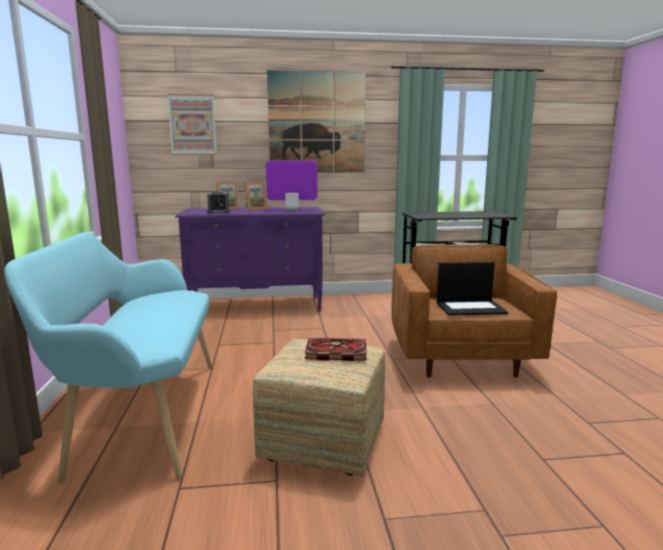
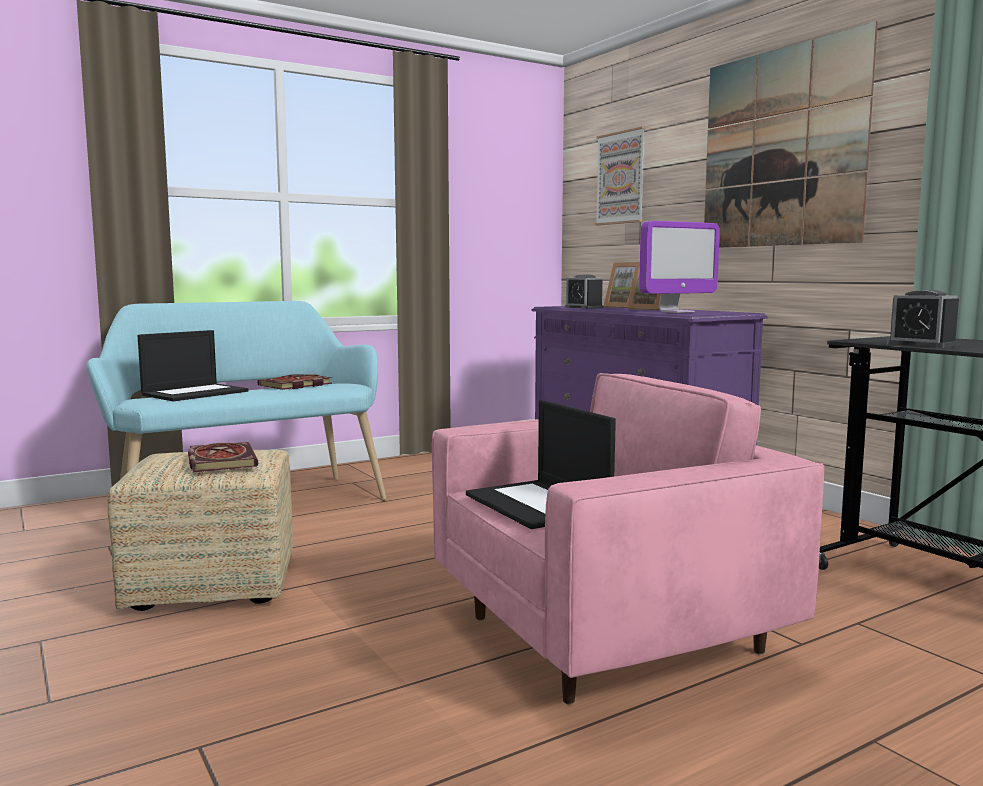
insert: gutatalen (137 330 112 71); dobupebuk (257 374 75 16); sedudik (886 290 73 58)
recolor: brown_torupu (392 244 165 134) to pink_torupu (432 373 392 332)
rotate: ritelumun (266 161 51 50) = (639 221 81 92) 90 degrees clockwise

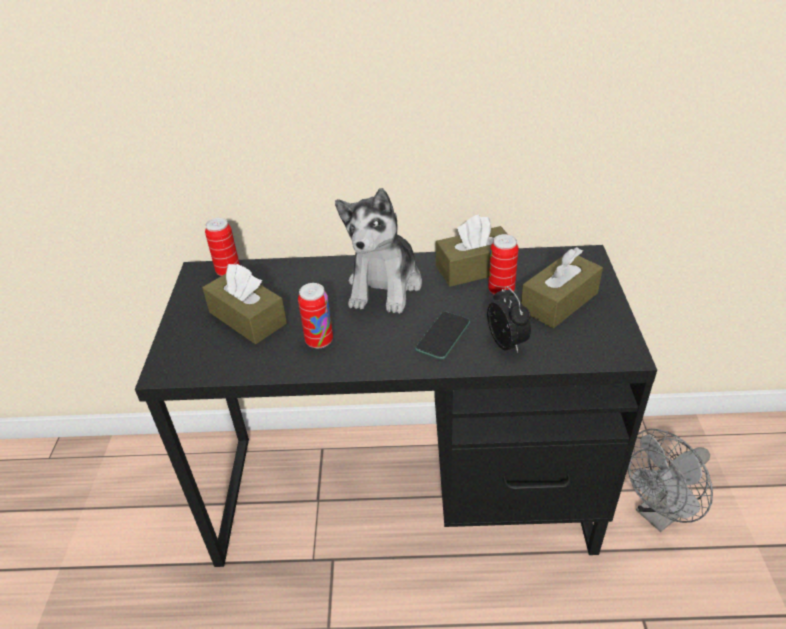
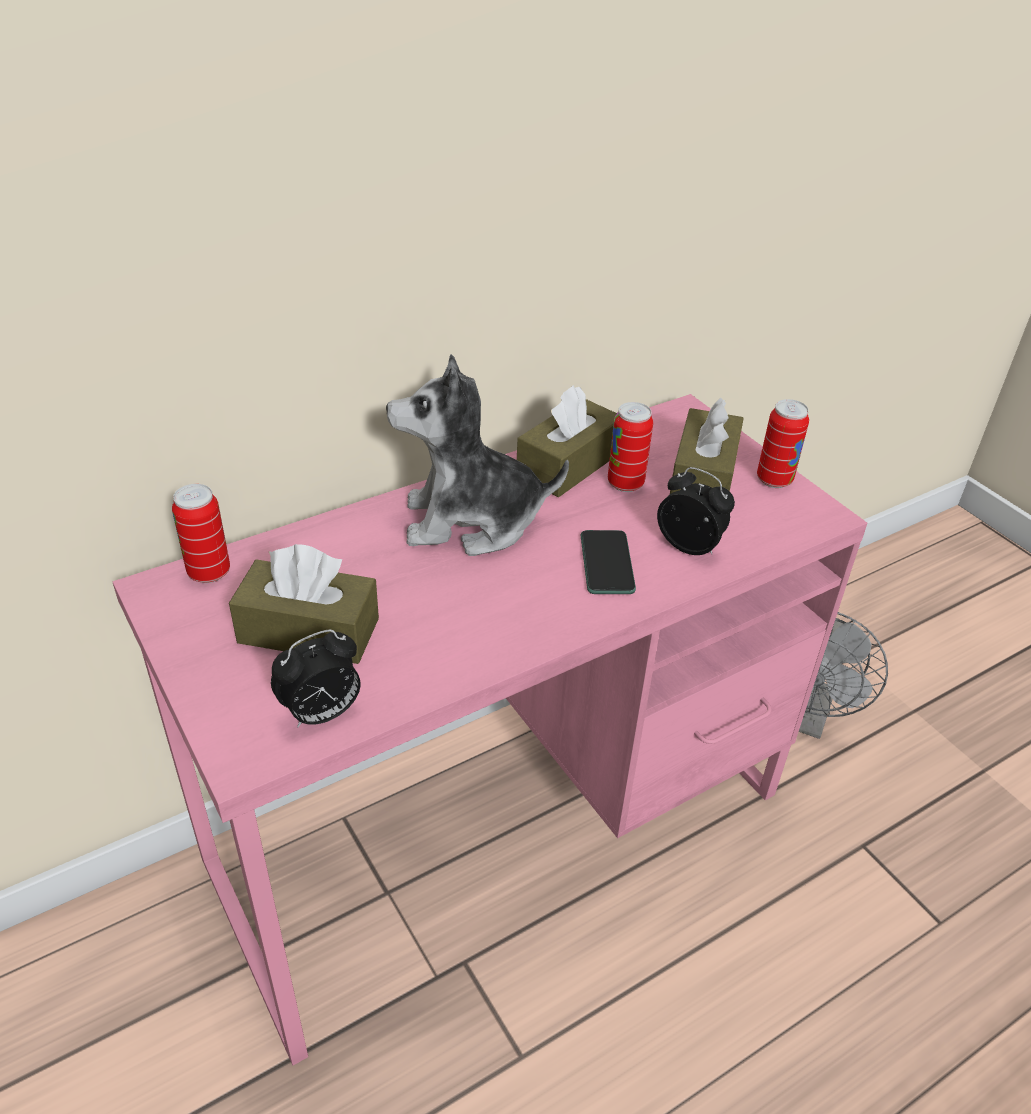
insert: sedudik (271 630 90 98)
move: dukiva (298 283 35 65) to (757 399 52 89)
recolor: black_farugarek (135 245 522 322) to pink_farugarek (113 394 754 671)
rotate: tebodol (335 188 87 126) = (386 354 183 202) 105 degrees clockwise

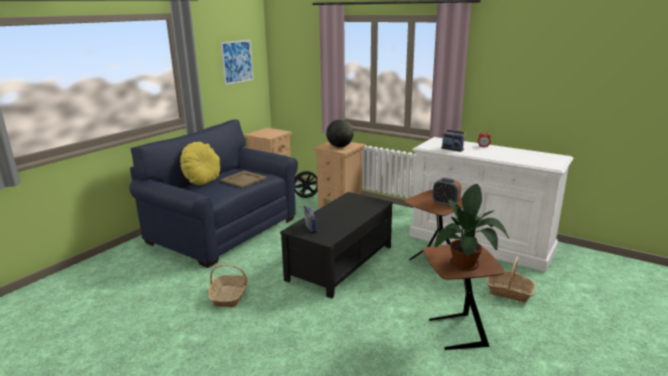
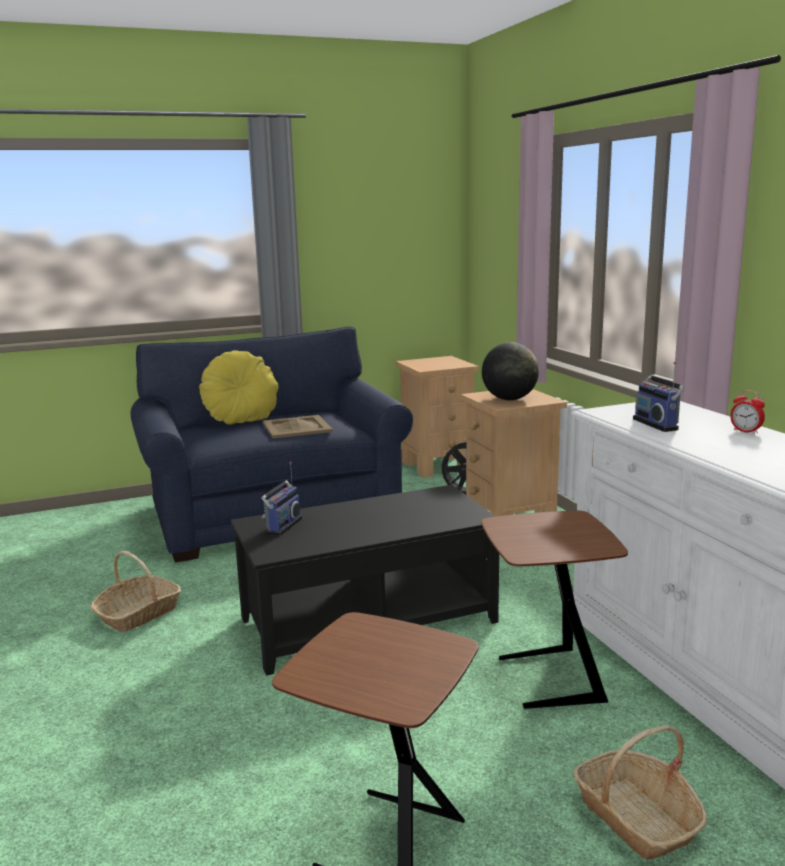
delete: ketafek (221 40 33 45); sedudik (433 178 28 29); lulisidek (435 184 74 87)

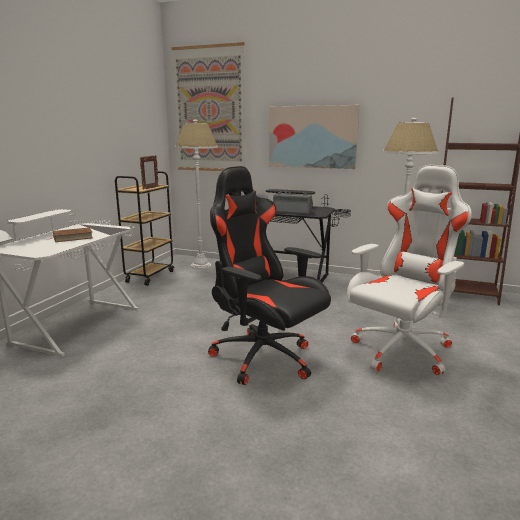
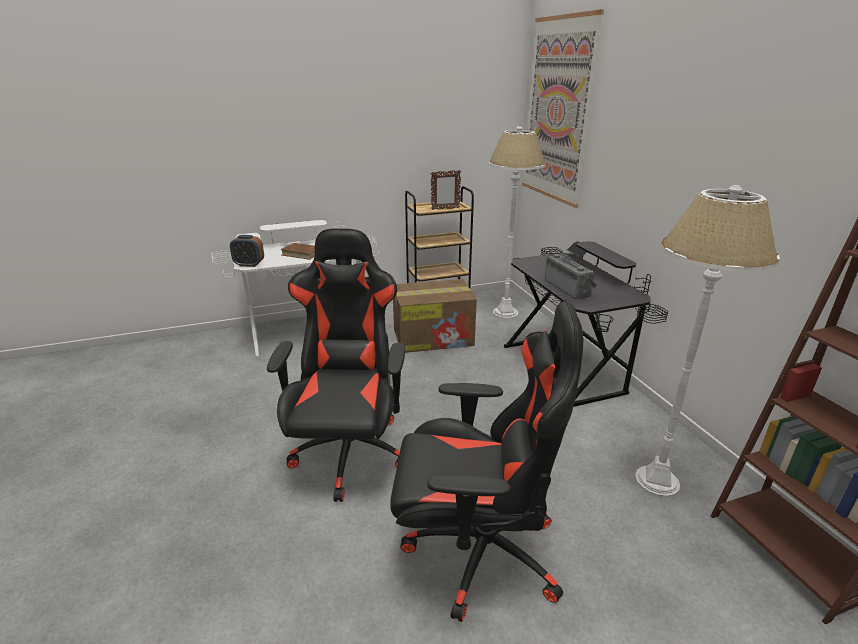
delete: ketafek (269 105 91 64)
insert: sedudik (230 235 34 32); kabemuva (393 279 84 74)
recolor: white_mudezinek (347 165 125 210) to black_mudezinek (390 299 193 323)

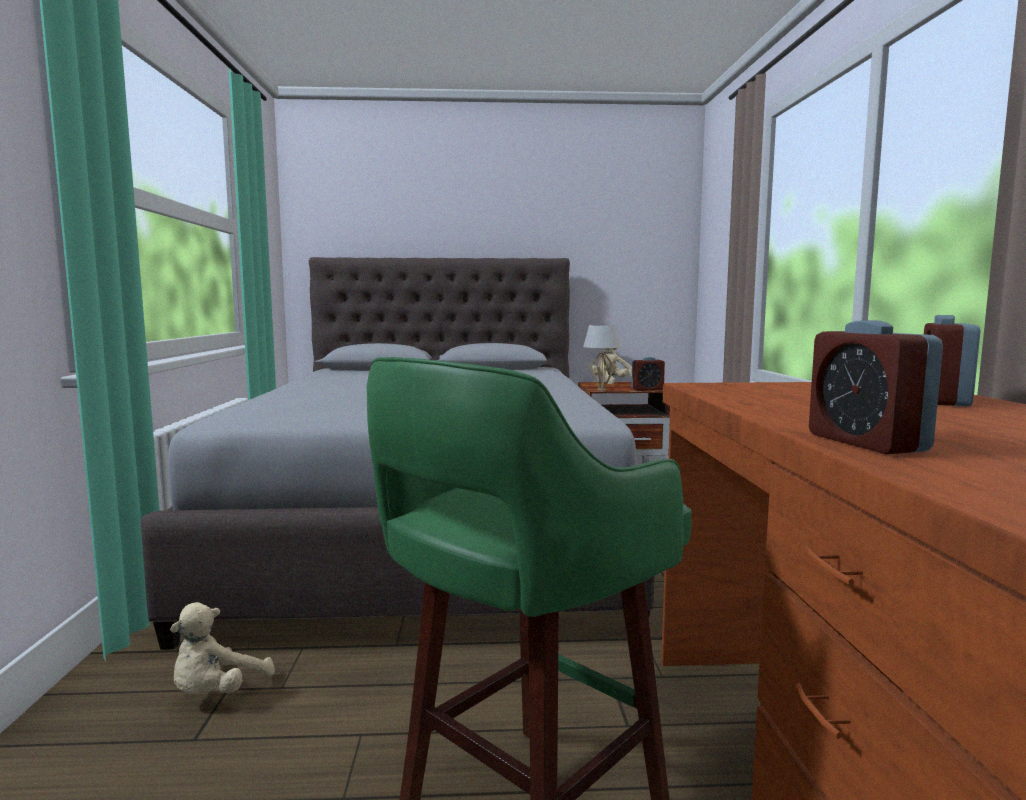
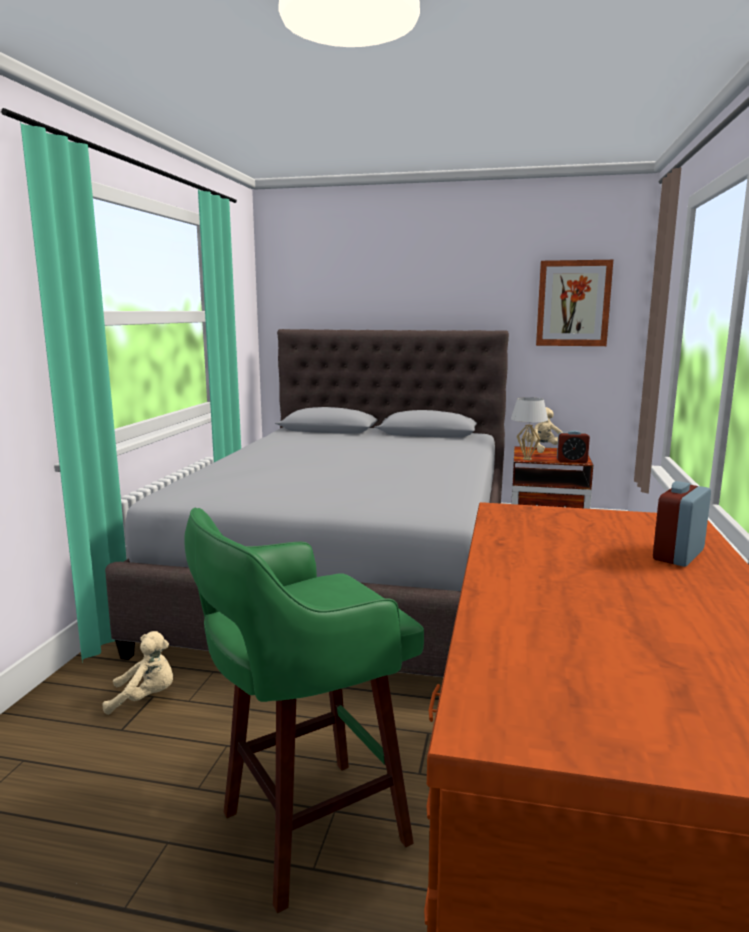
delete: sedudik (809 320 134 134)
insert: ketafek (536 260 77 86)
rotate: beige_tebodol (170 602 105 92) = (102 631 71 84) 135 degrees counterclockwise

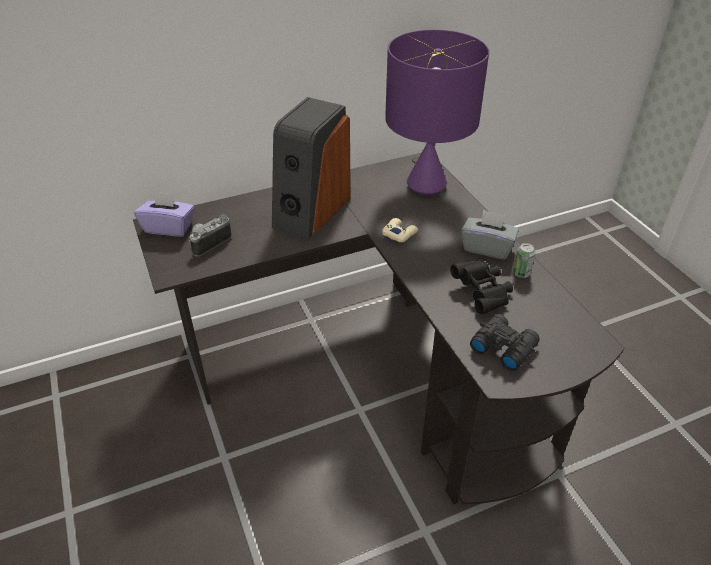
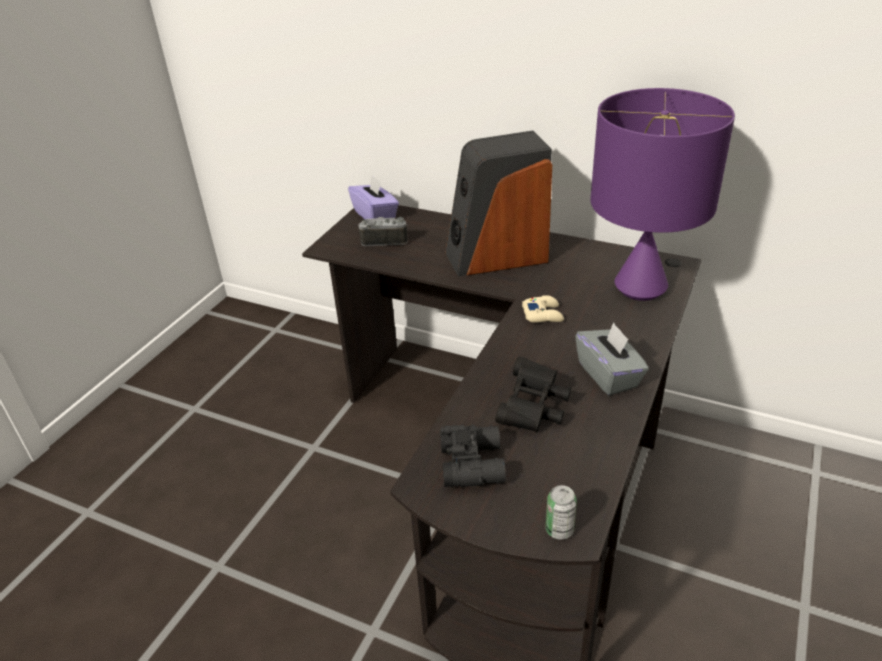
move: dukiva (513 243 23 35) to (546 485 31 55)

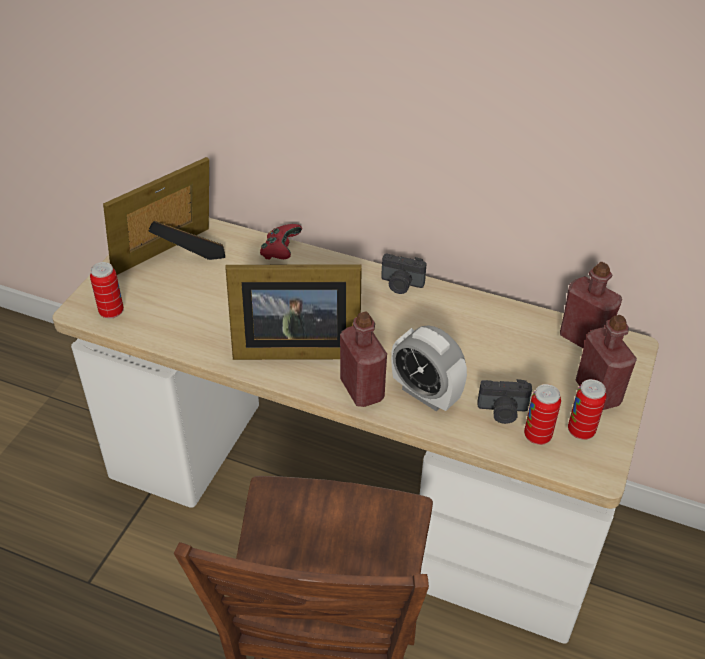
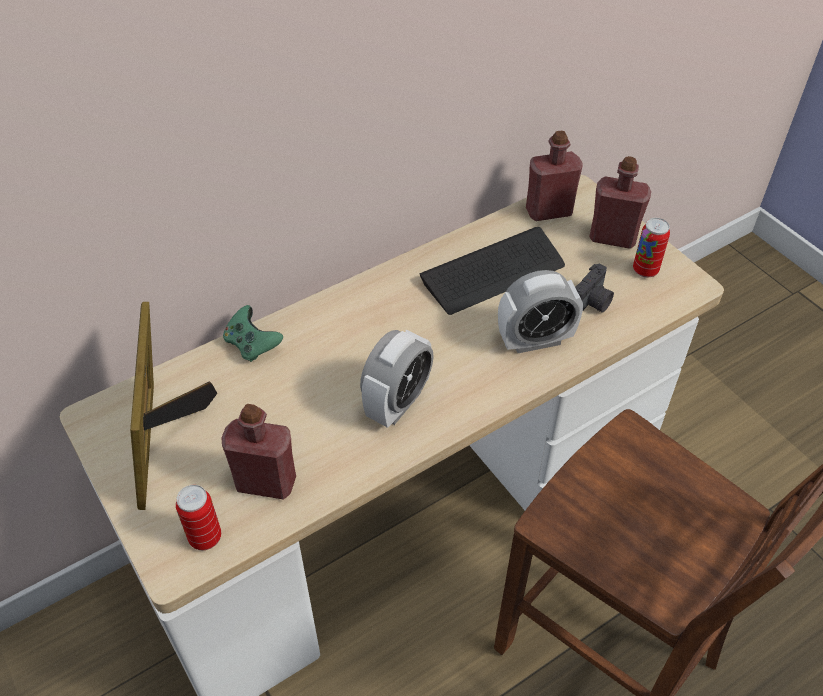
delete: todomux (381 254 46 40); dukiva (524 384 37 61)
insert: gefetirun (420 227 145 88)
move: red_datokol (340 311 47 96) to (221 404 75 96)
replace: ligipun (225 264 137 96) to sedudik (360 329 74 99)
recolor: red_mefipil (260 224 42 36) to green_mefipil (223 305 60 57)

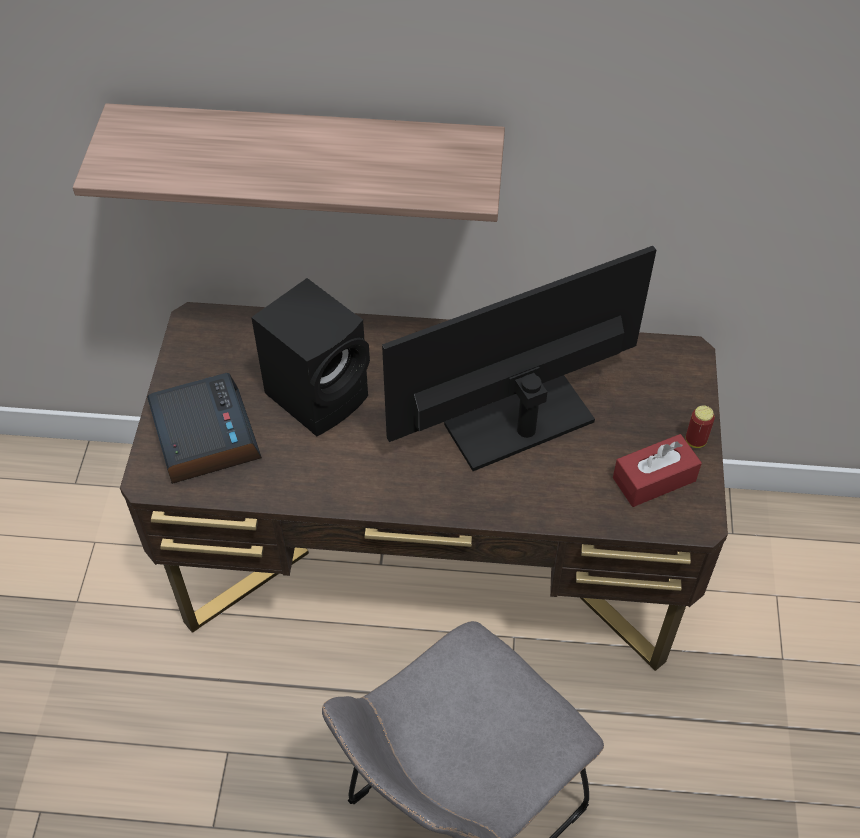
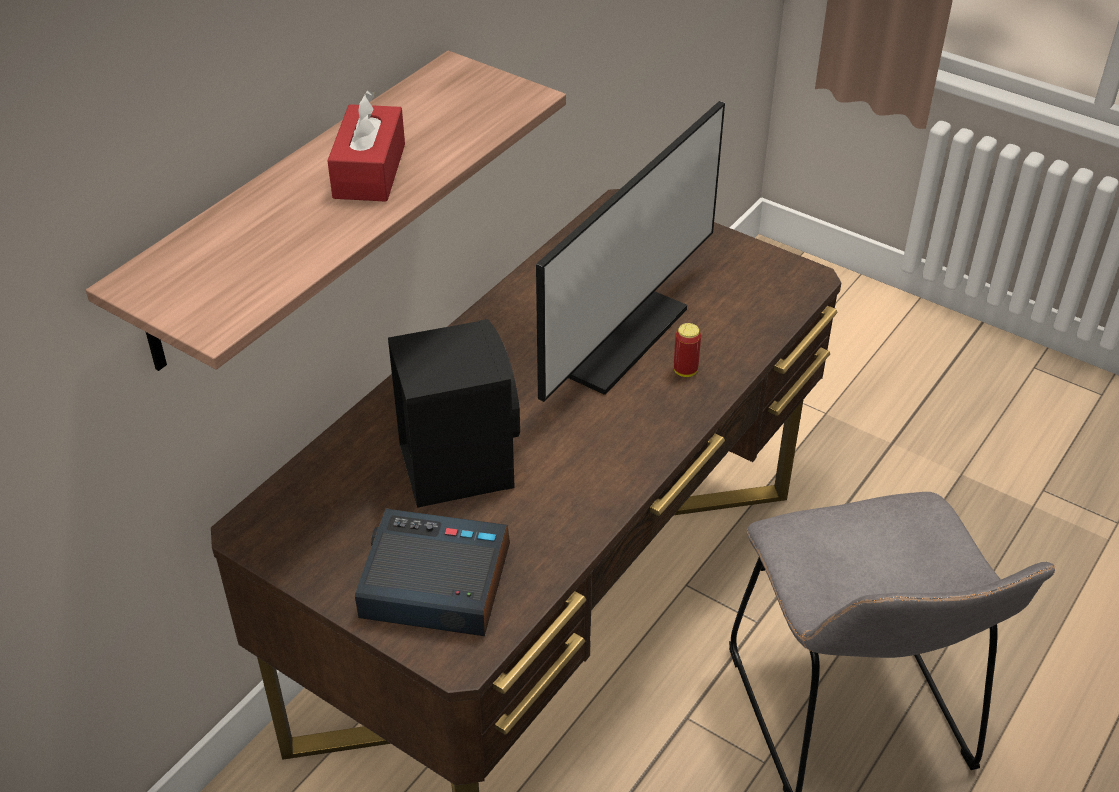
move: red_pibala (613 434 89 73) to (327 90 78 112); dukiva (686 405 29 43) to (674 323 27 54)
rotate: ritelumun (382 246 275 225) = (536 101 189 301) 150 degrees counterclockwise

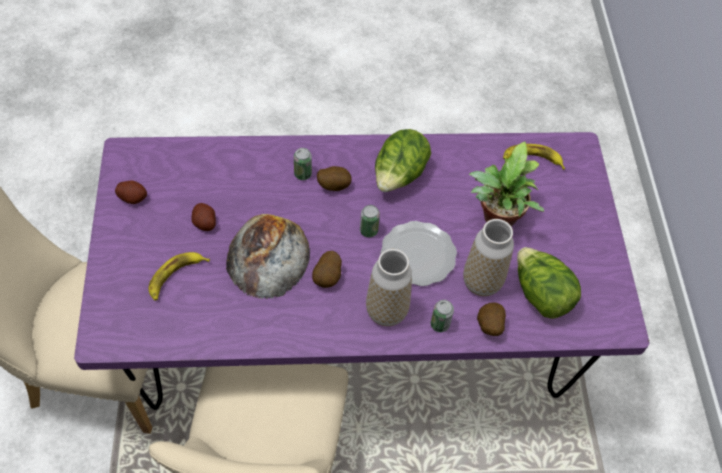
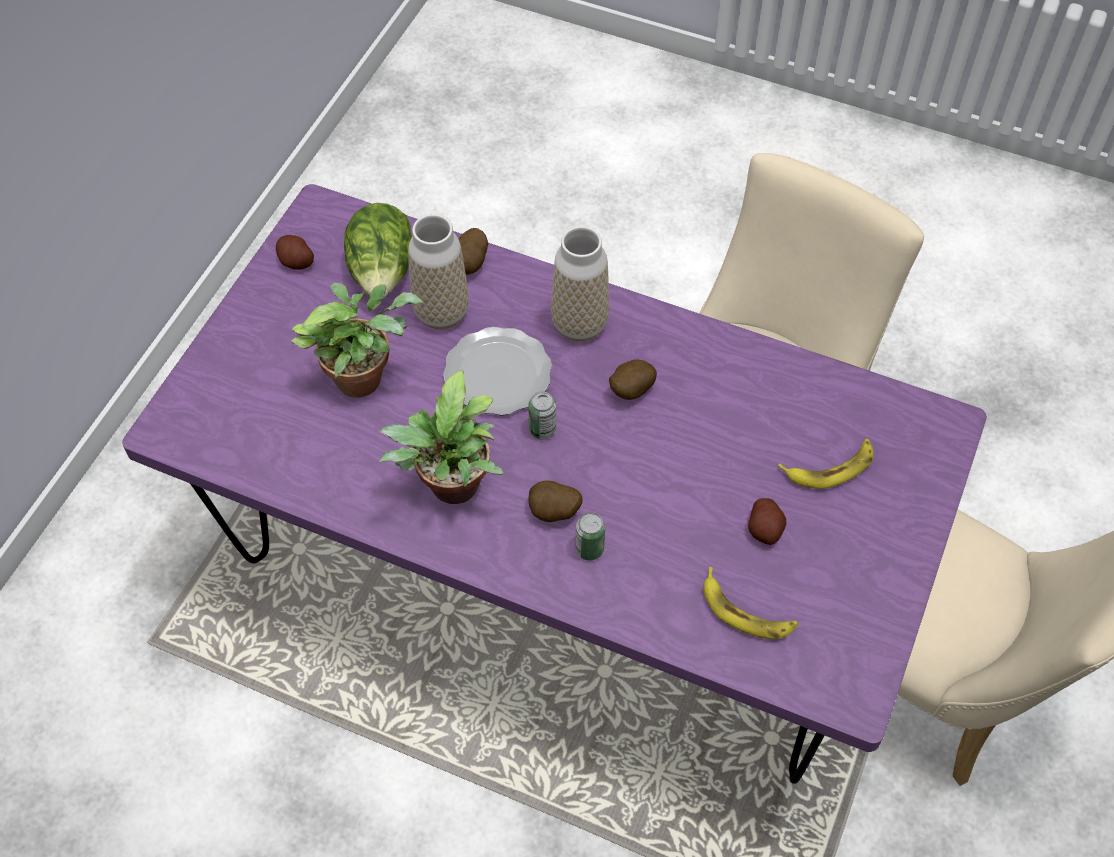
delete: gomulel (226 214 84 85); dukiva (431 300 23 32)
move: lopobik (115 181 32 23) to (276 235 38 35); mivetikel (503 144 62 26) to (703 567 95 72)
replace: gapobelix (375 129 56 63) to lulisidek (379 369 124 135)

